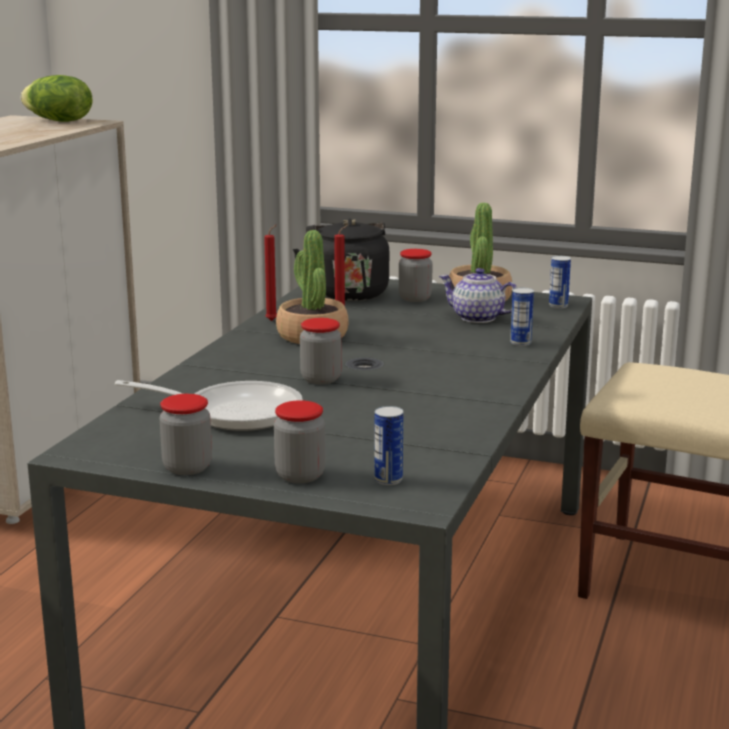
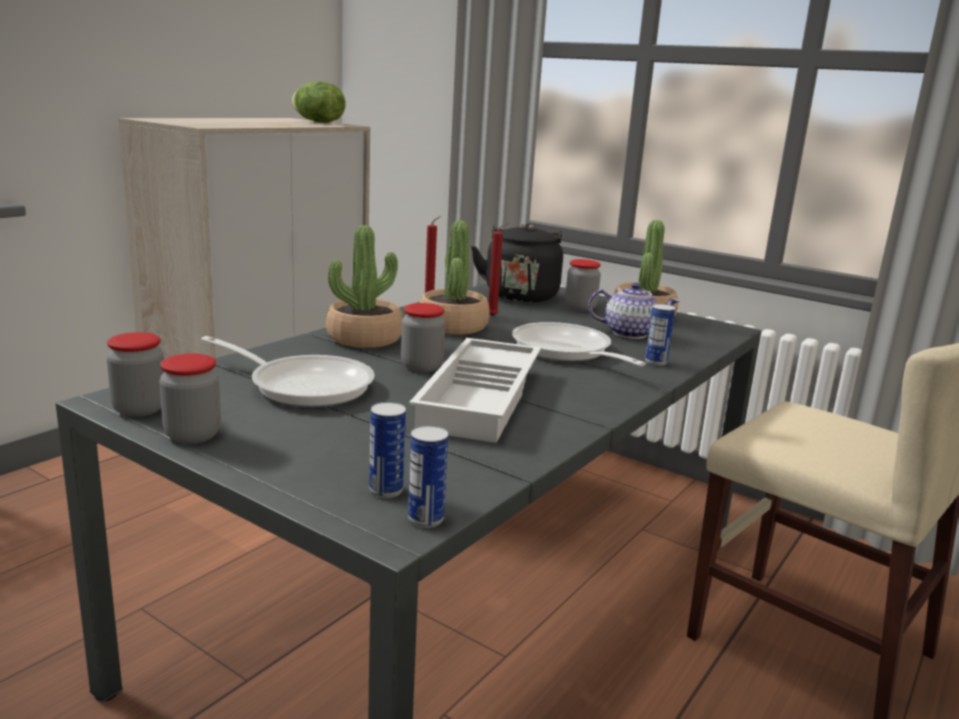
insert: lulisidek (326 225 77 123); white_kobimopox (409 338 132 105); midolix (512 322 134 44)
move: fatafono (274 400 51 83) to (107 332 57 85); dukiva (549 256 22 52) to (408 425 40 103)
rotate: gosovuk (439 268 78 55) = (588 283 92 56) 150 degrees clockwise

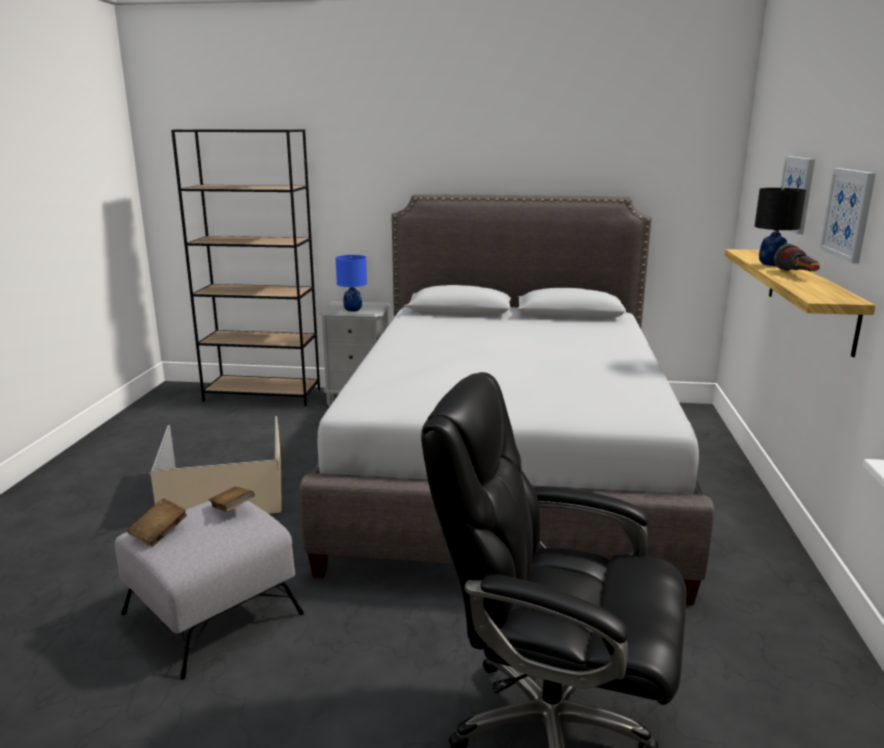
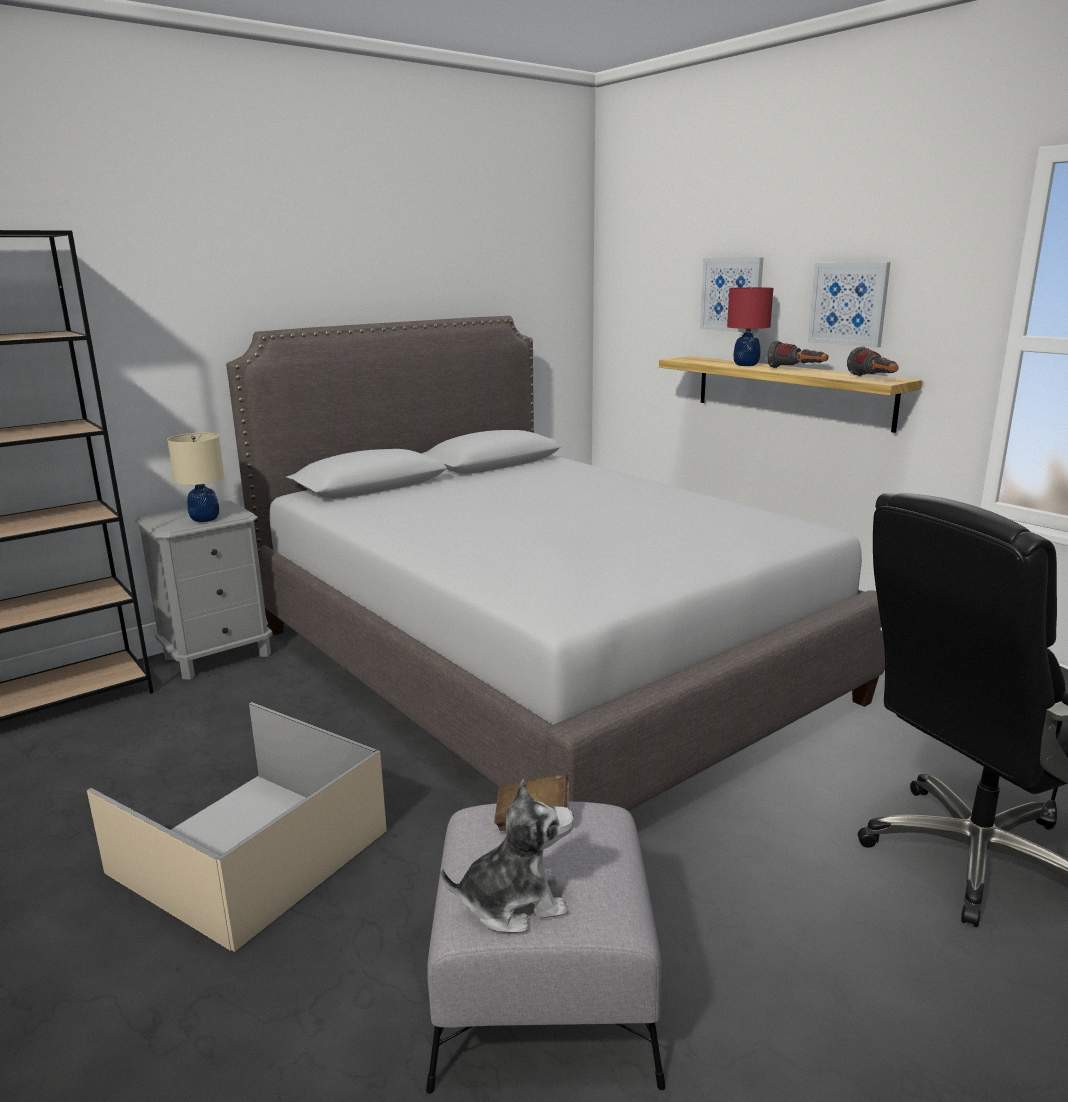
insert: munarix (847 347 52 29)
replace: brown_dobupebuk (127 498 60 49) to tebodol (441 779 133 154)
recolor: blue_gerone (336 255 31 56) to beige_gerone (167 433 58 89); black_gerone (755 188 51 78) to red_gerone (727 287 46 79)

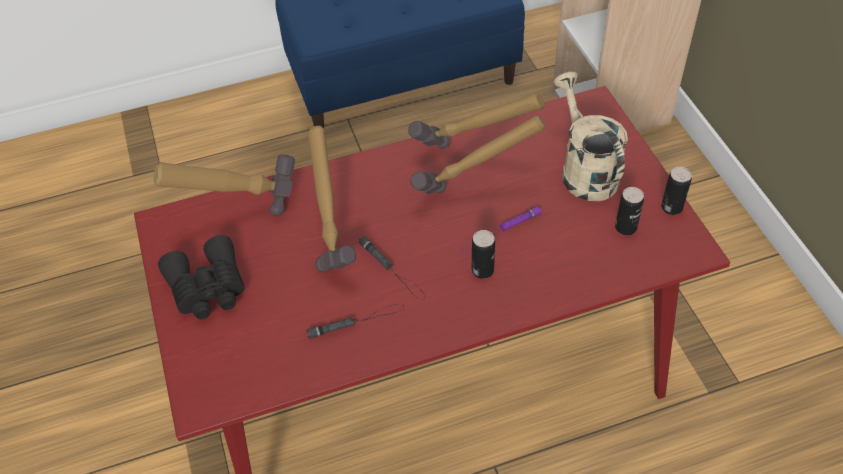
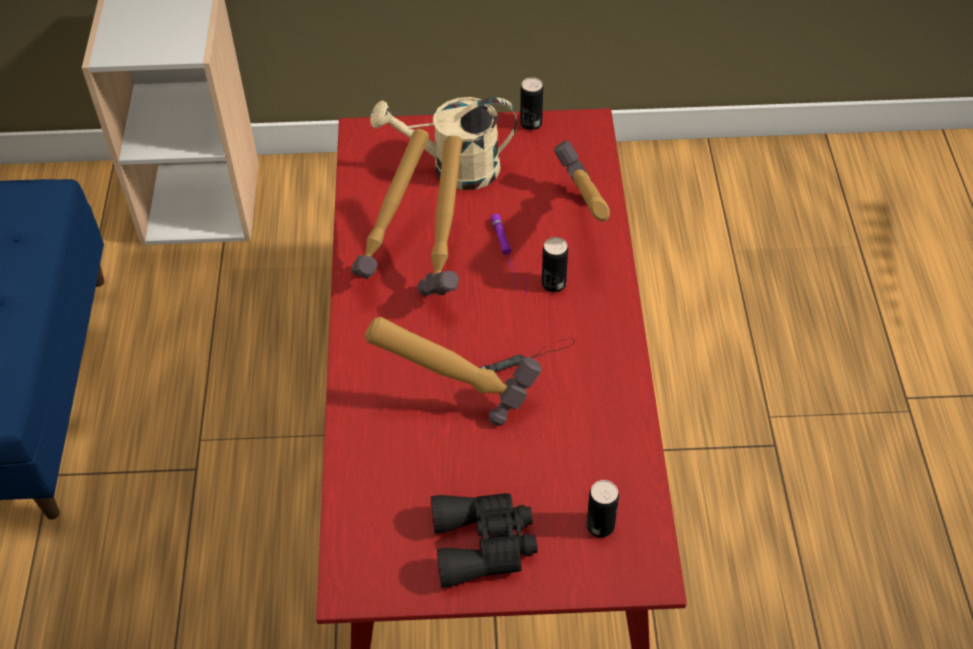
delete: black_munarix (306 304 98 35)
move: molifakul (154 154 141 62) to (554 141 56 80); dukiva (615 187 29 48) to (586 480 33 58)

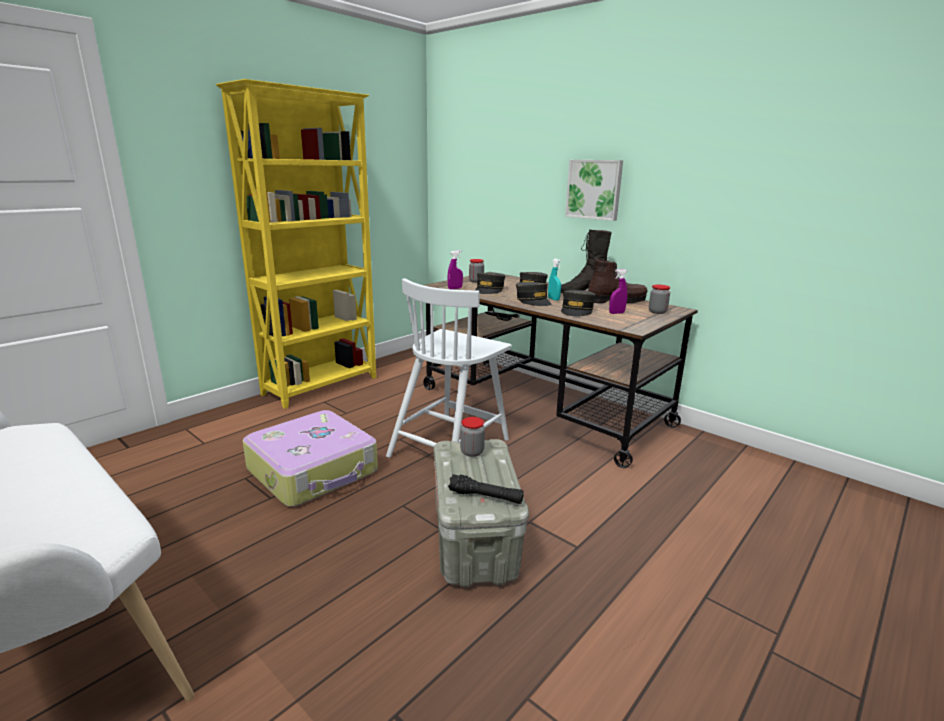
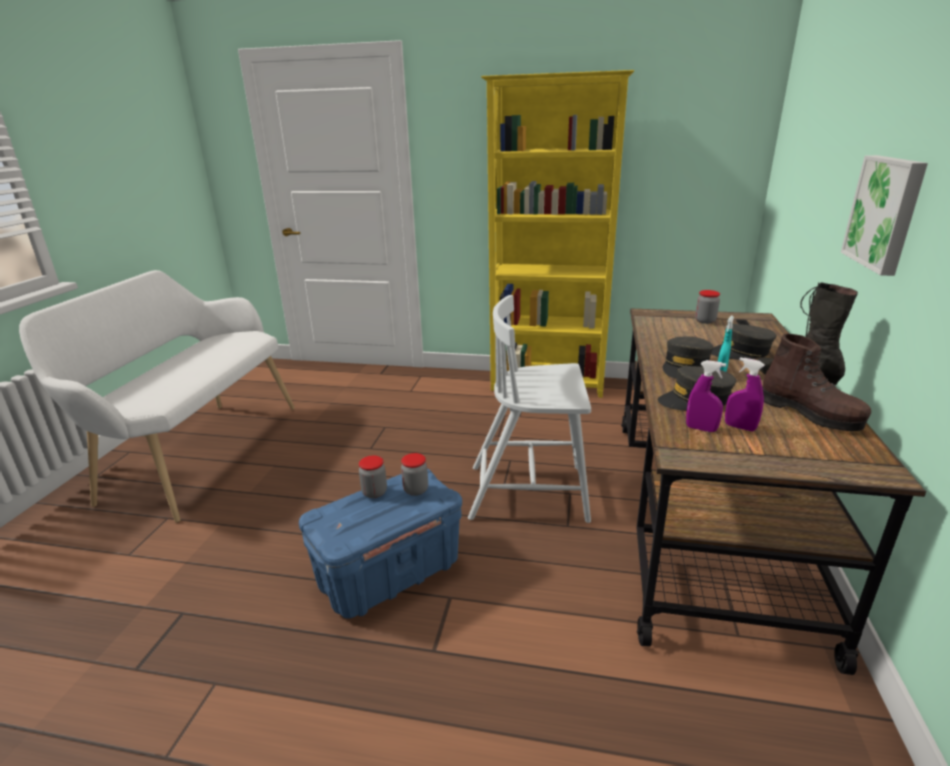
delete: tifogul (242 410 136 97); black_munarix (448 474 76 30); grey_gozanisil (475 272 30 22)
move: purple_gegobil (448 250 15 39) to (686 360 40 72); fatafono (649 285 21 29) to (359 456 28 42)
recolor: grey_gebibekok (433 439 96 148) to blue_gebibekok (299 468 163 151)

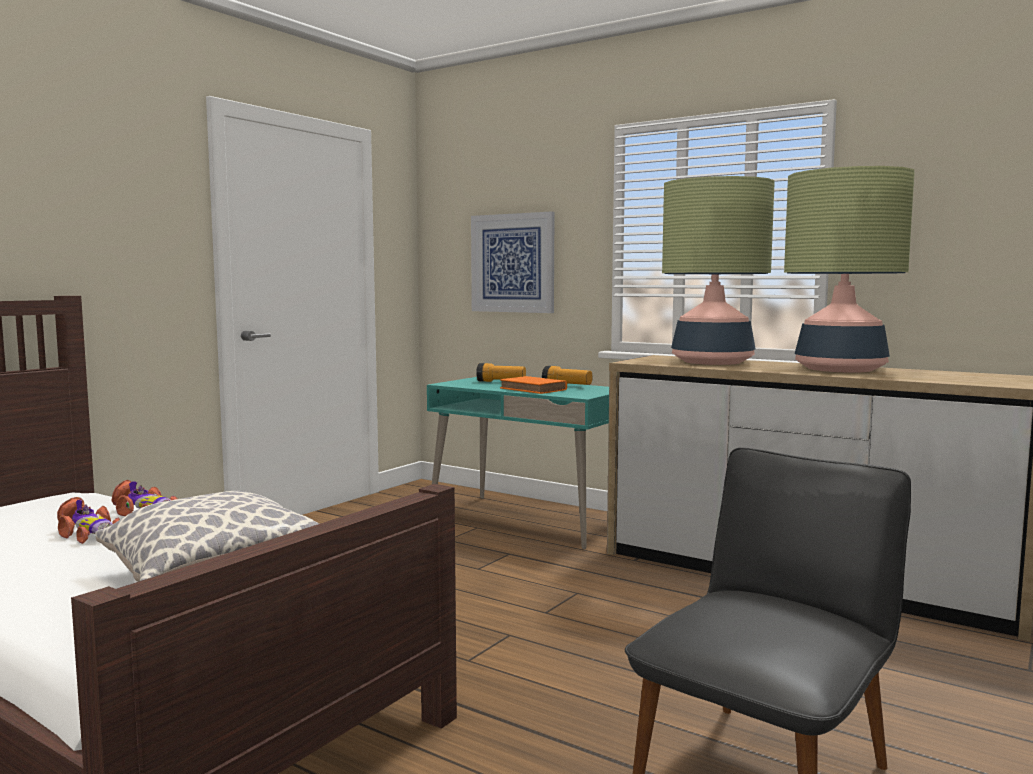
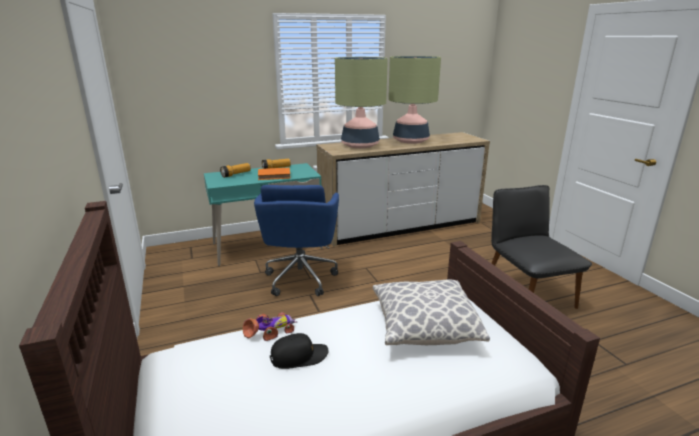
delete: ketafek (471 211 83 102)
insert: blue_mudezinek (254 185 85 111)
replace: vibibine (57 497 63 47) to black_gozanisil (270 333 59 36)

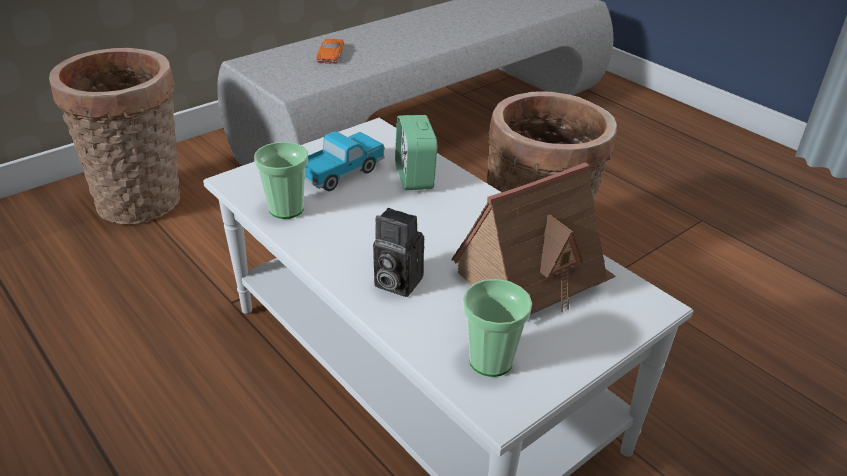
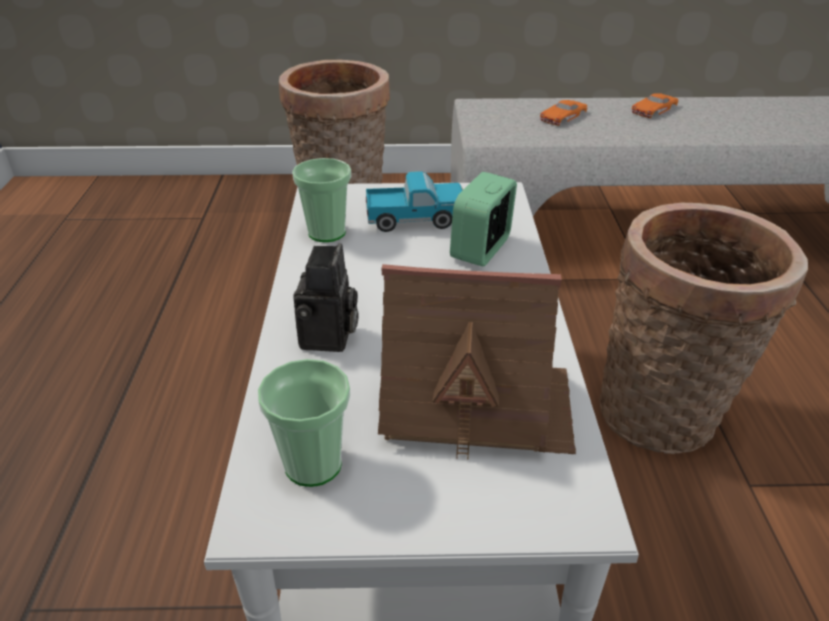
insert: orange_vibibine (632 93 46 25)
rotate: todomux (373 208 51 89) = (293 243 66 109) 150 degrees counterclockwise

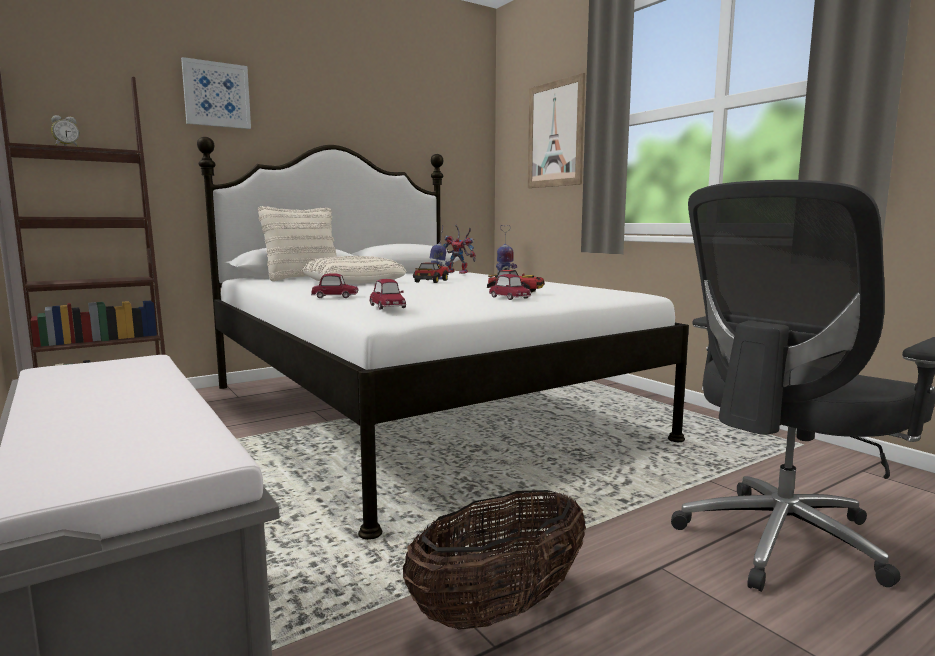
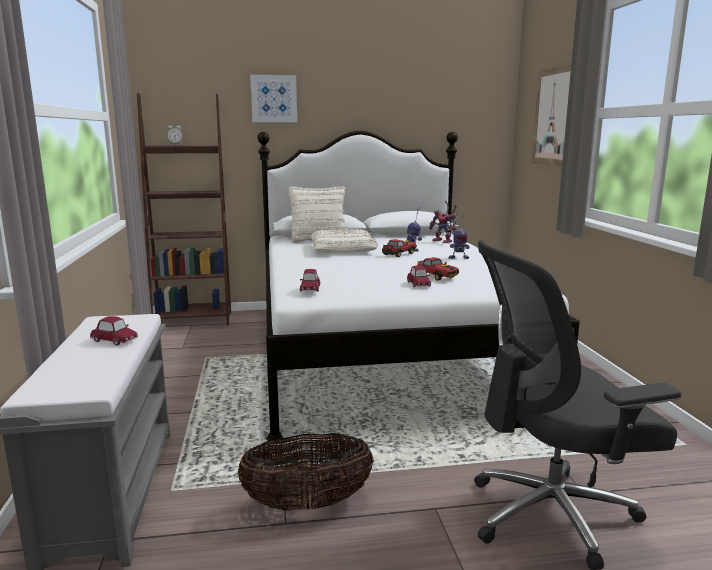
move: vibibine (311 273 48 25) to (90 316 48 30)

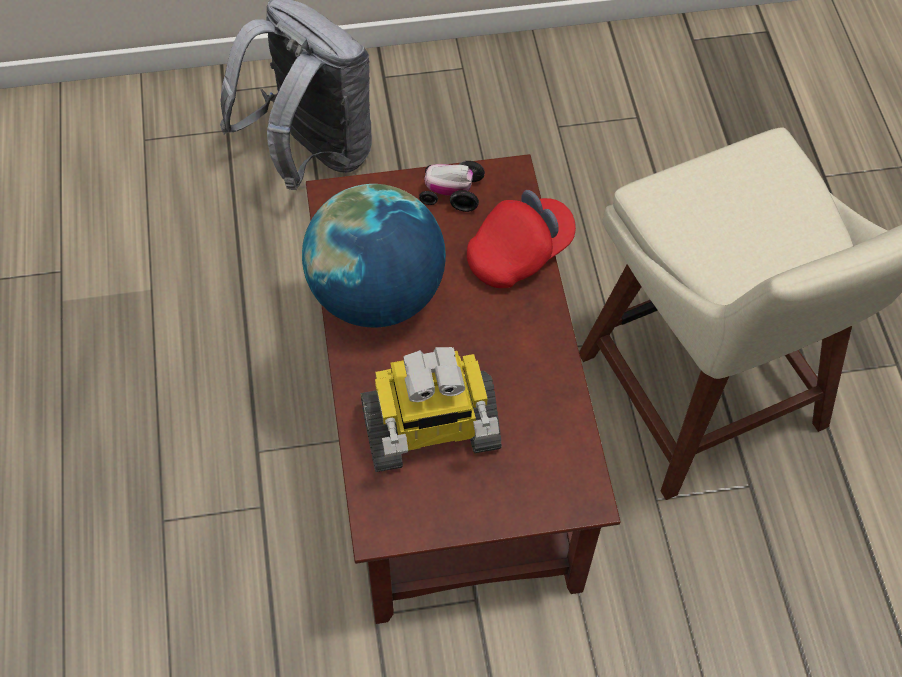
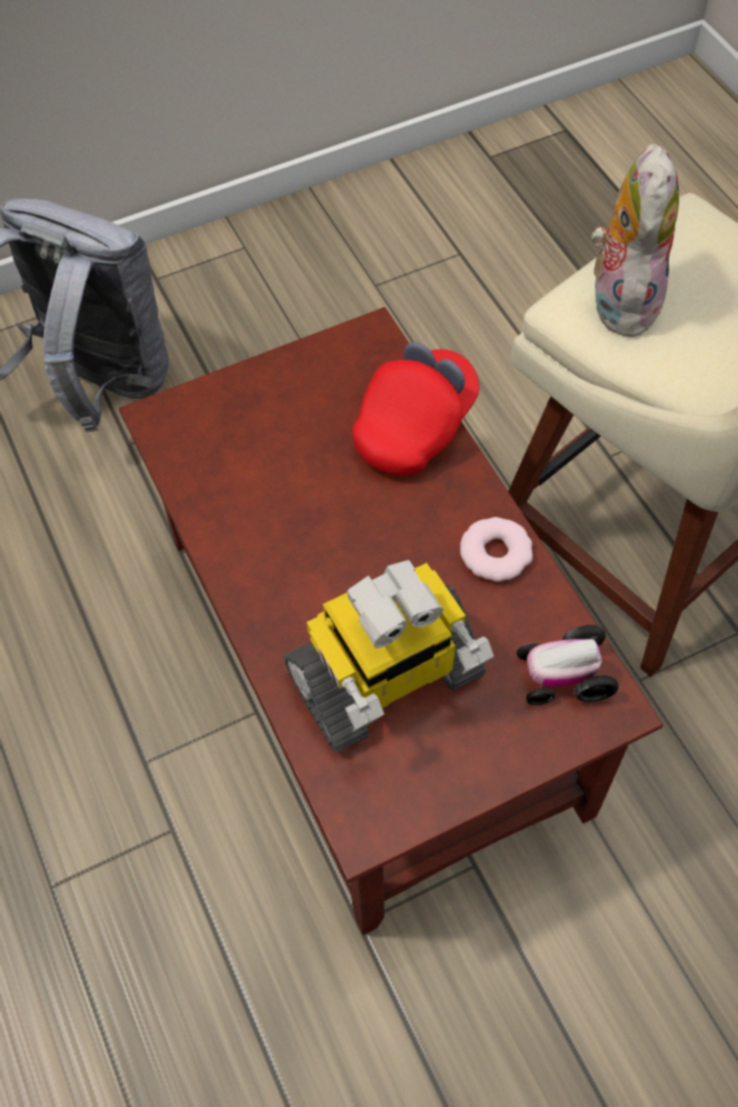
delete: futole (302 184 144 144)
insert: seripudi (460 517 73 65); tebodol (589 144 90 197)
move: vibibine (419 161 66 51) to (517 625 102 80)

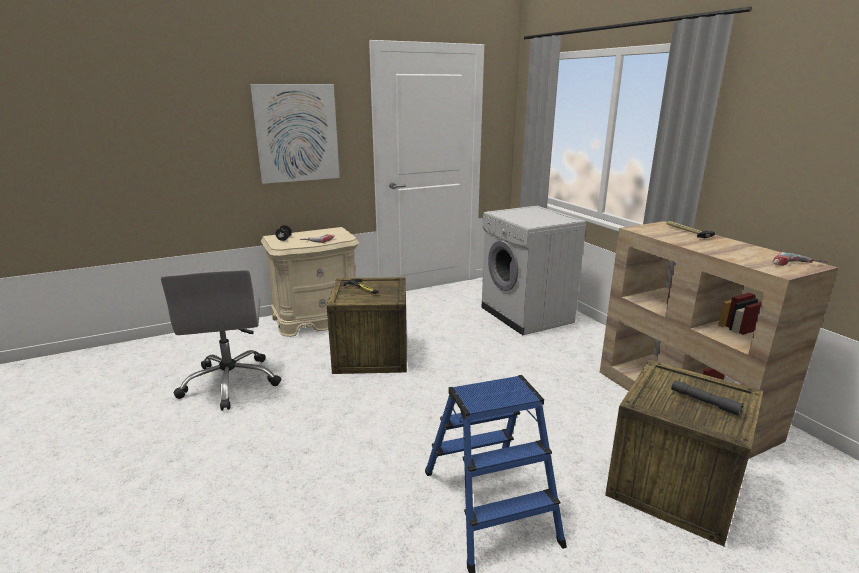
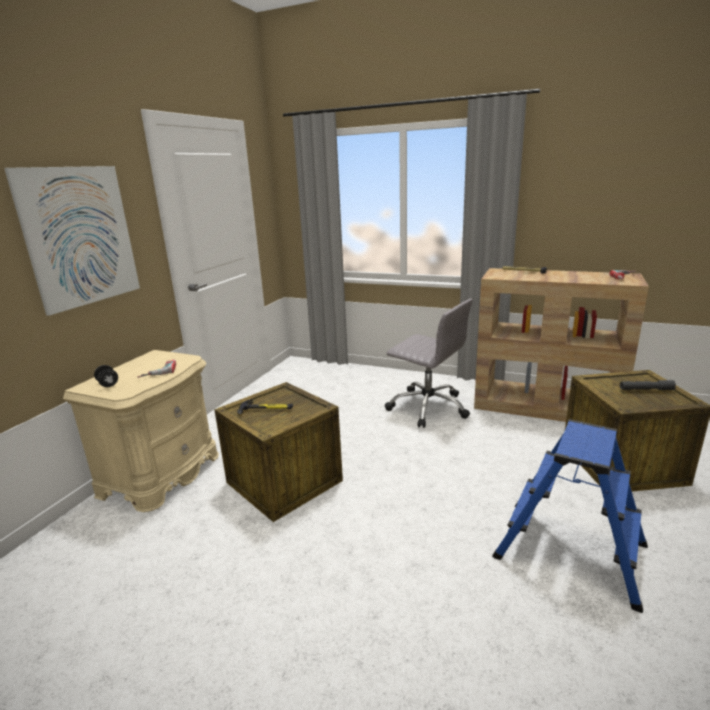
delete: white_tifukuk (482 206 104 129)
move: grey_mudezinek (161 269 120 141) to (385 299 88 129)

